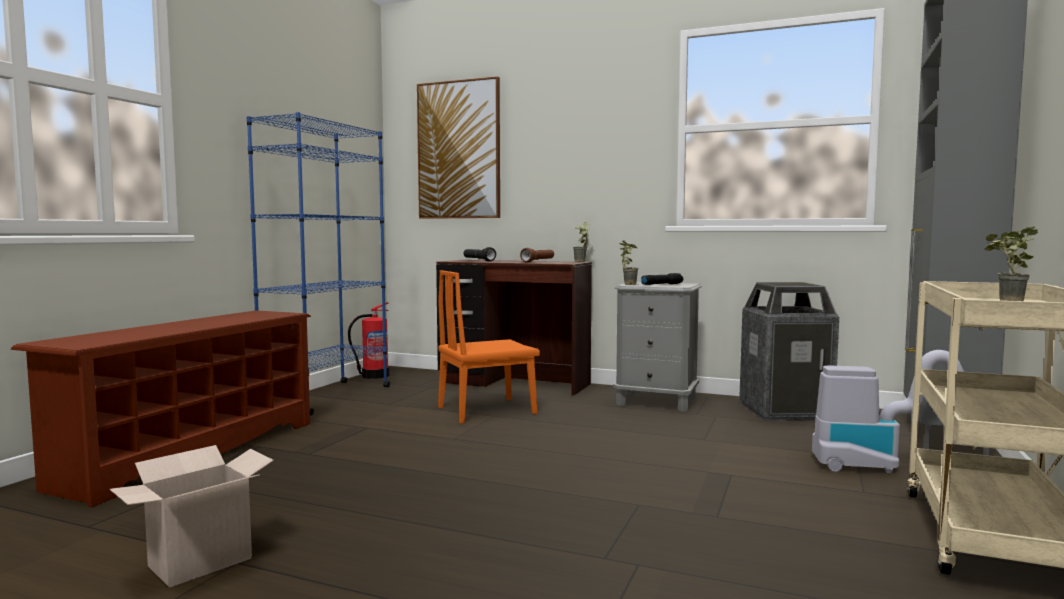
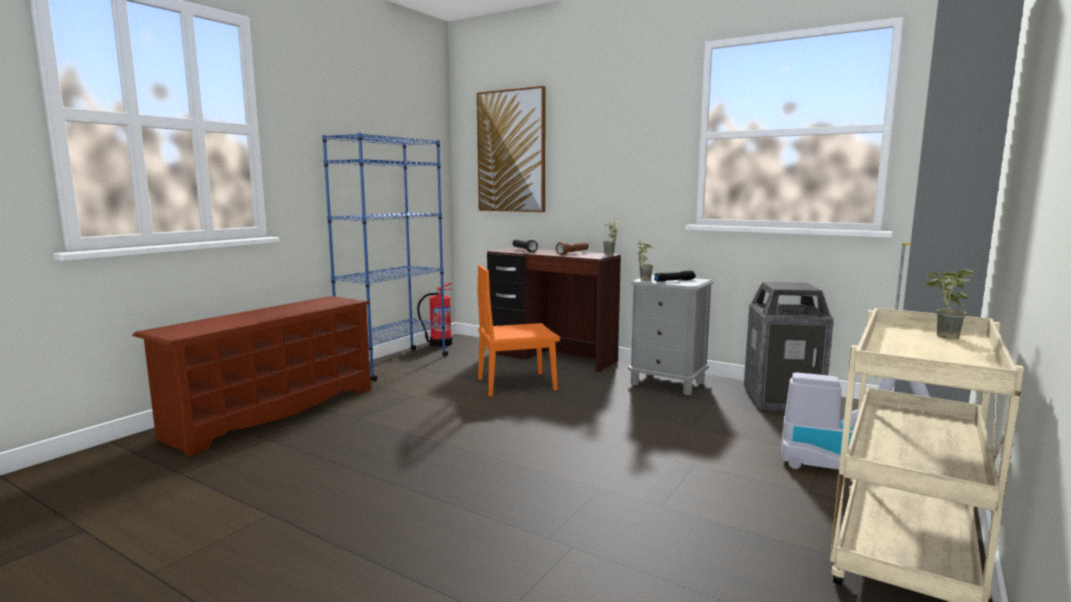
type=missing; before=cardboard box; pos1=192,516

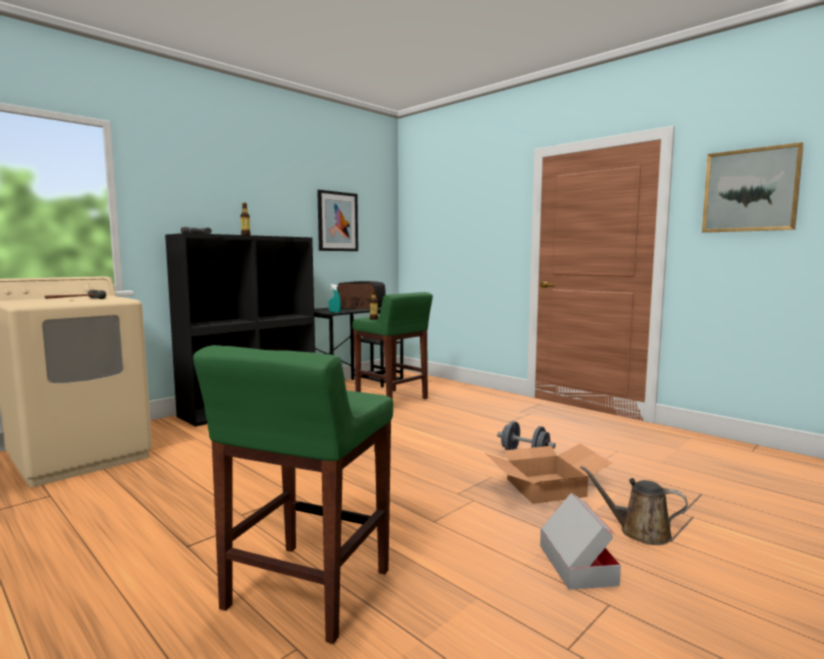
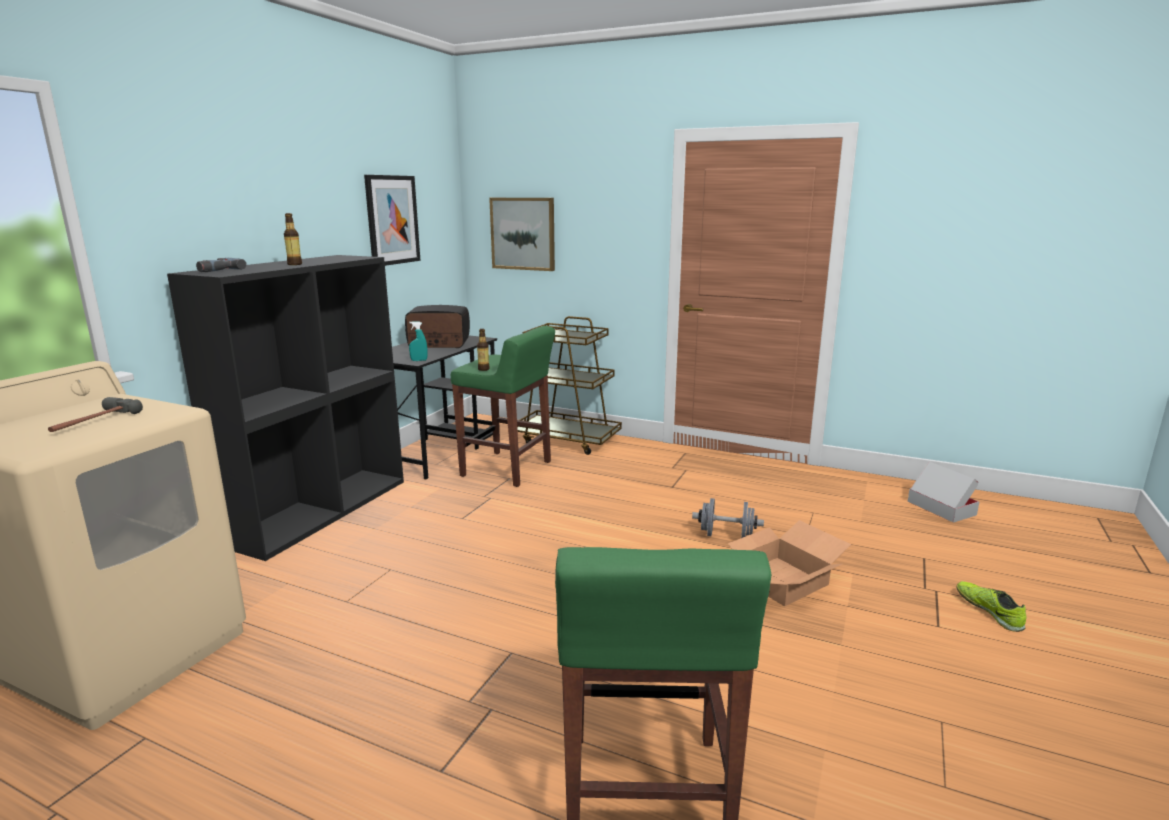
type=relocated; before=picture; pos1=753,187; pos2=522,234
type=appeared; after=cart in brown; pos2=569,385
type=relocated; before=cardboard box; pos1=580,541; pos2=943,492
type=appeared; after=shoe; pos2=991,606
type=missing; before=watering can in brown; pos1=634,505

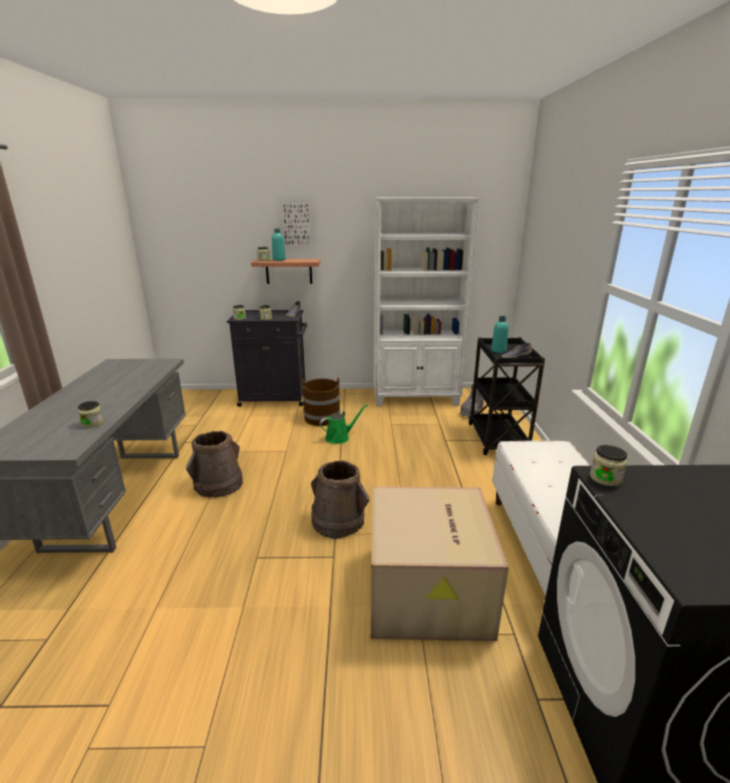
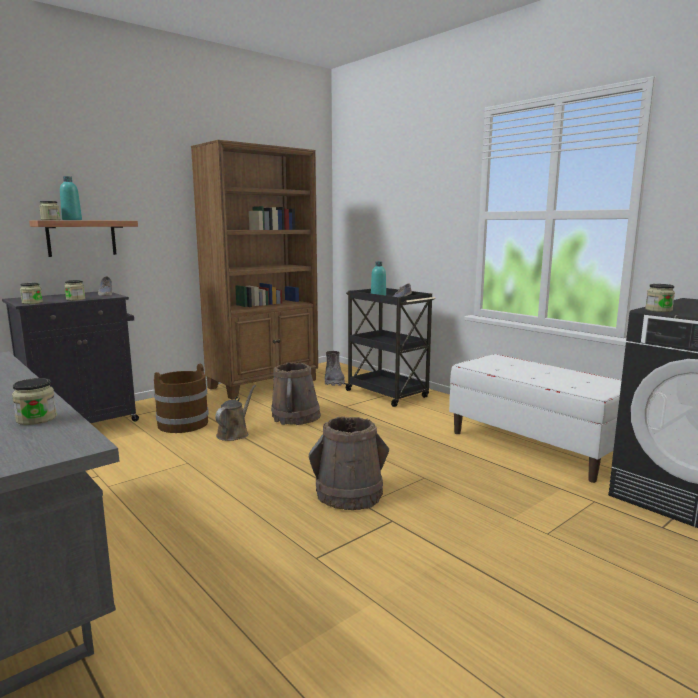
type=colour; before=bookcase in white; after=bookcase in brown; pos1=427,301; pos2=254,270
type=colour; before=watering can in green; after=watering can in brown; pos1=343,424; pos2=235,413
type=relocated; before=bucket in brown; pos1=214,464; pos2=296,393
type=missing; before=picture; pos1=296,224
type=missing; before=cardboard box; pos1=440,563

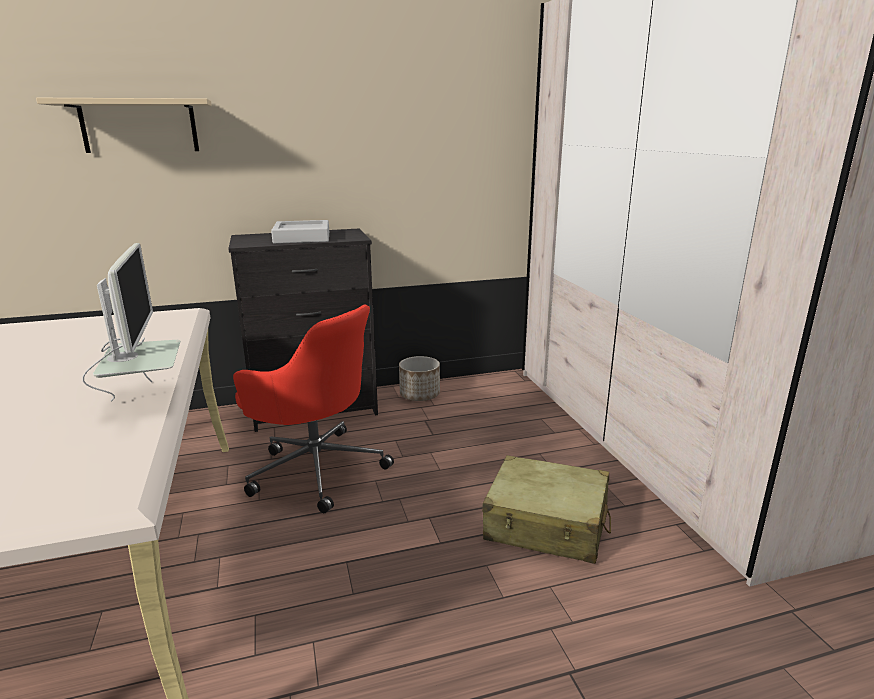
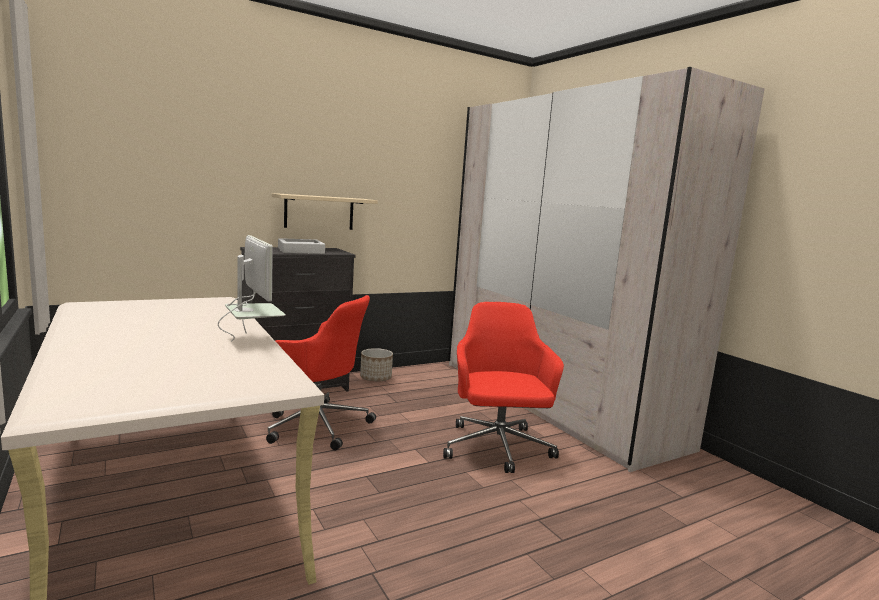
type=relocated; before=shelf in beige; pos1=124,125; pos2=324,211
type=exchanged; before=suitcase in beige; after=office chair in red; pos1=546,509; pos2=503,387

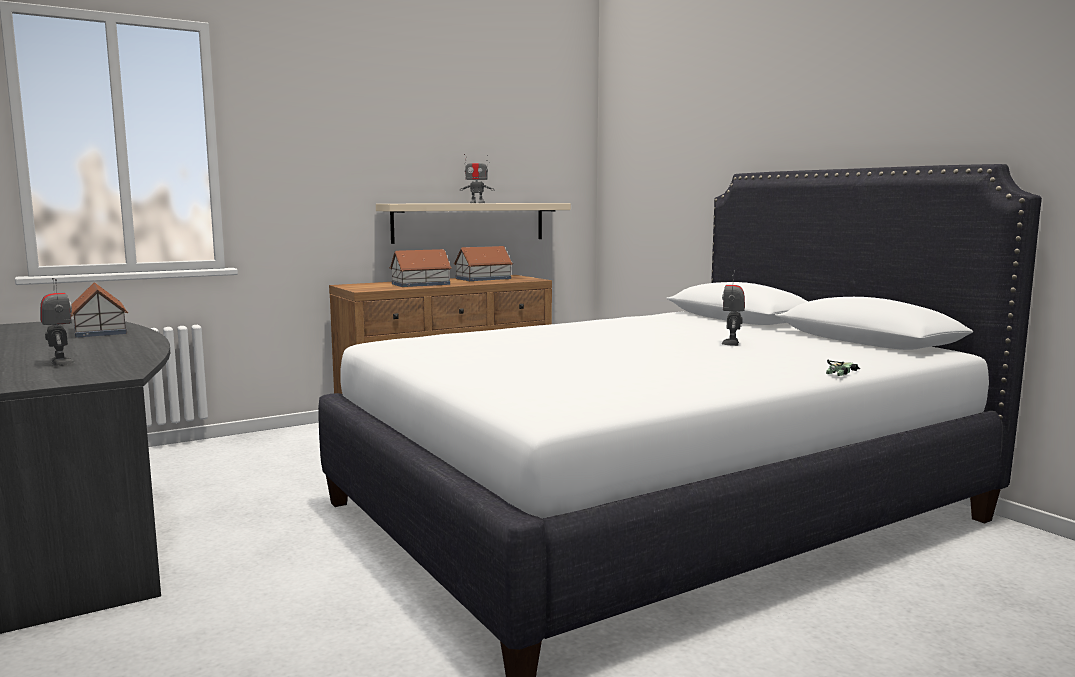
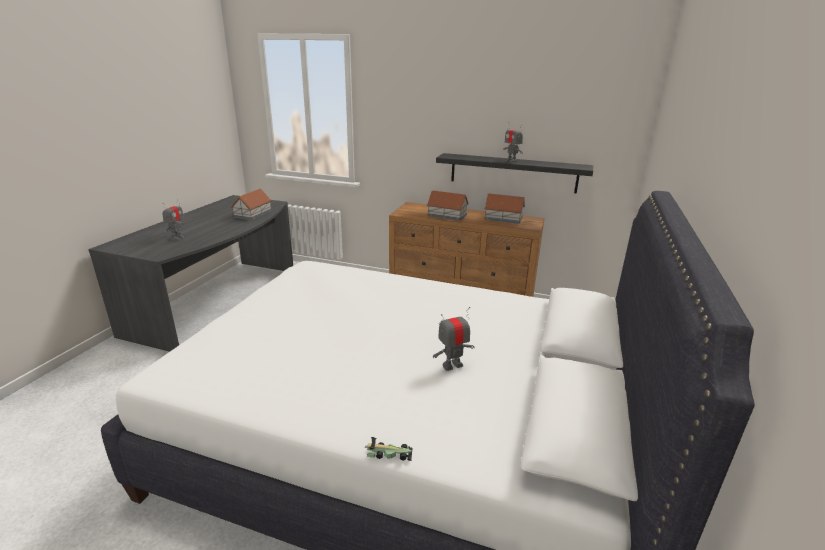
type=colour; before=shelf in beige; after=shelf in black; pos1=473,223; pos2=514,173

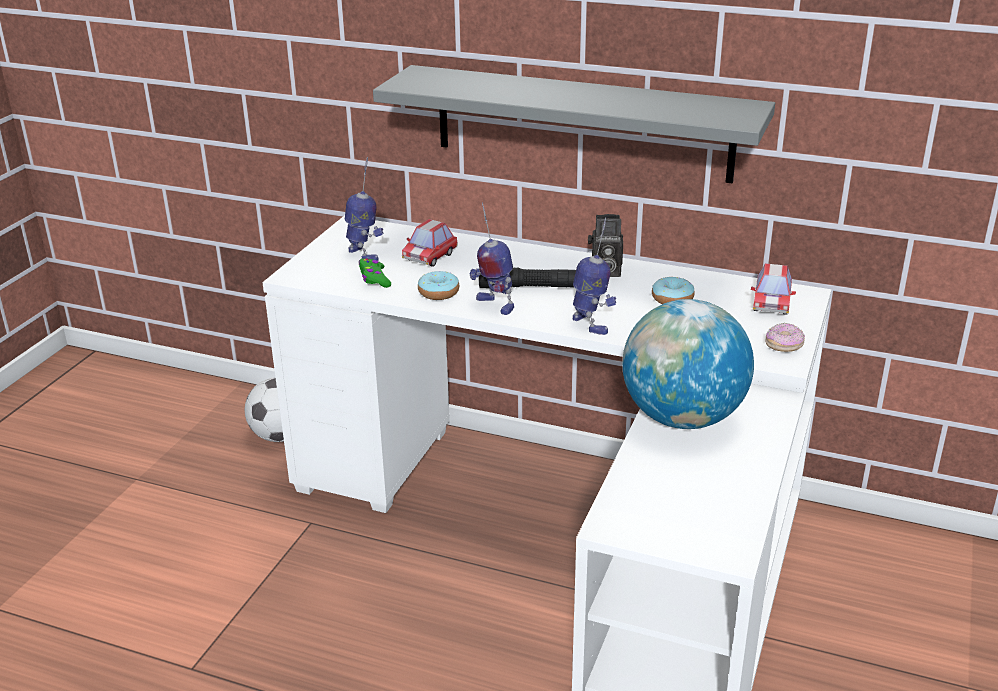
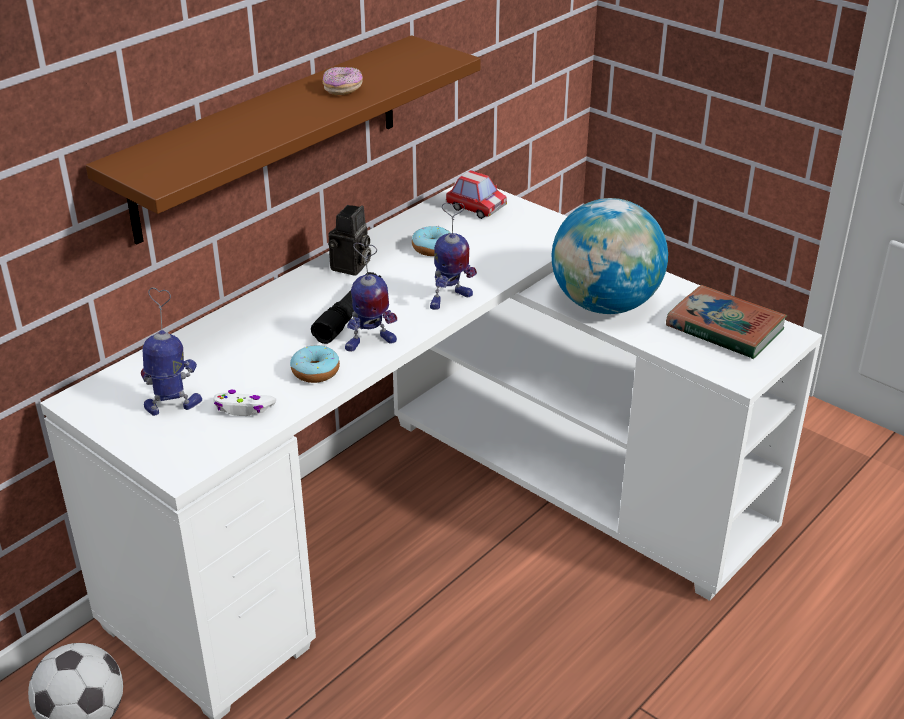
type=colour; before=shelf in grey; after=shelf in brown; pos1=574,124; pos2=283,140
type=colour; before=game controller in green; after=game controller in white; pos1=375,273; pos2=245,402
type=relocated; before=donut; pos1=785,337; pos2=343,81
type=spun; before=toy robot; pos1=594,276; pos2=453,256; turn=150
type=appeared; after=book; pos2=726,322
type=missing; before=toy car; pos1=430,243

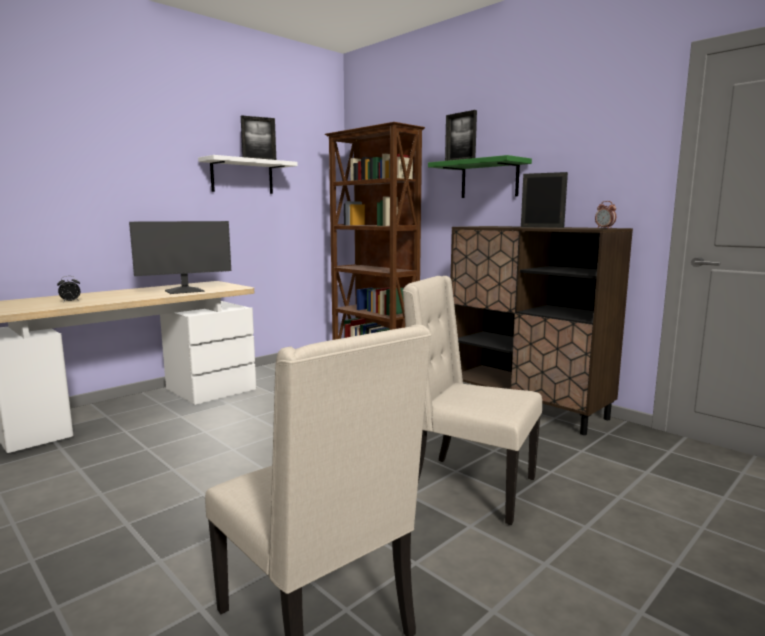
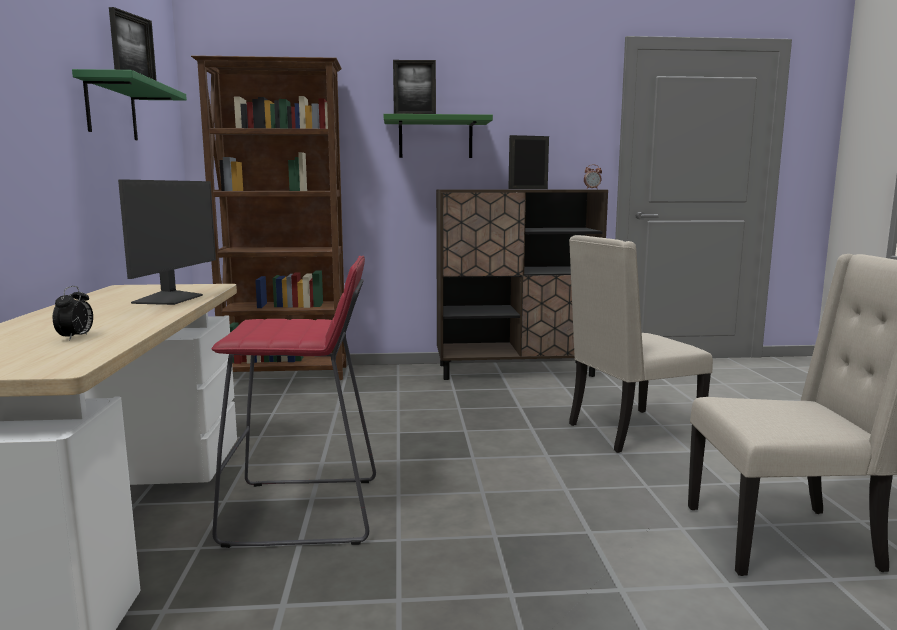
type=colour; before=shelf in white; after=shelf in green; pos1=248,174; pos2=129,104
type=appeared; after=stool in red; pos2=293,402

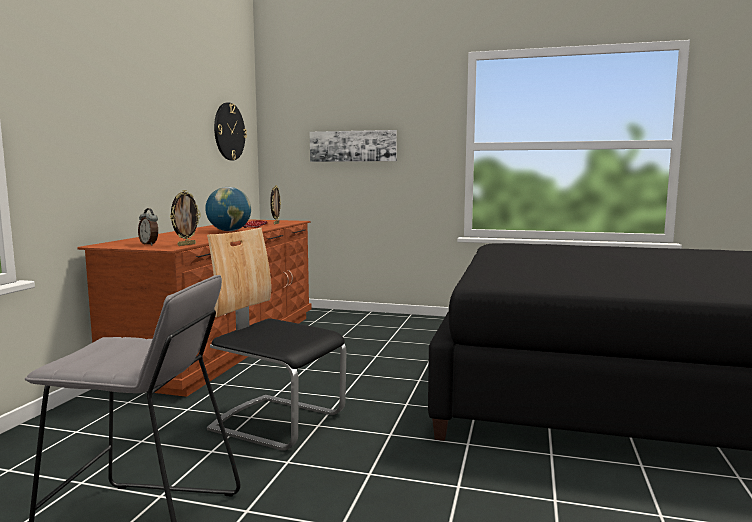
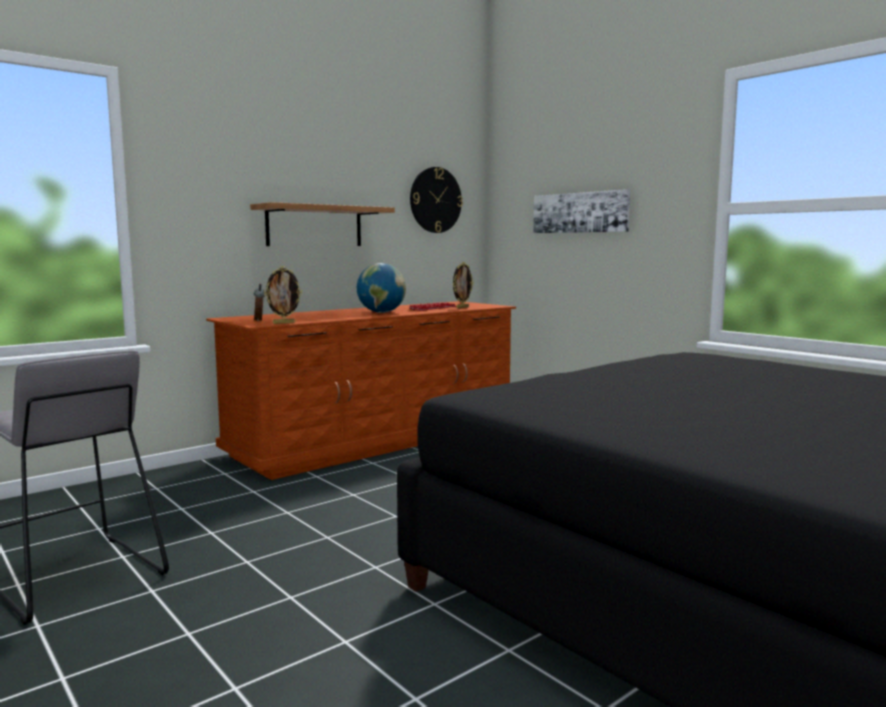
type=appeared; after=shelf; pos2=322,224
type=missing; before=chair; pos1=276,339

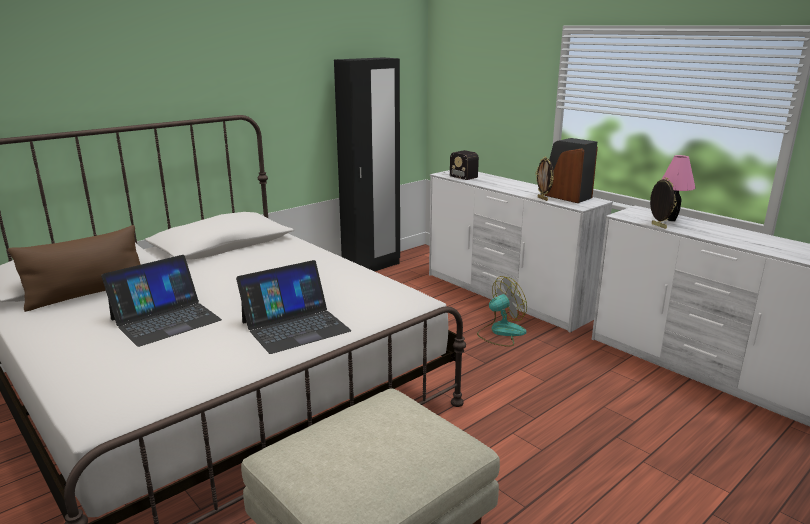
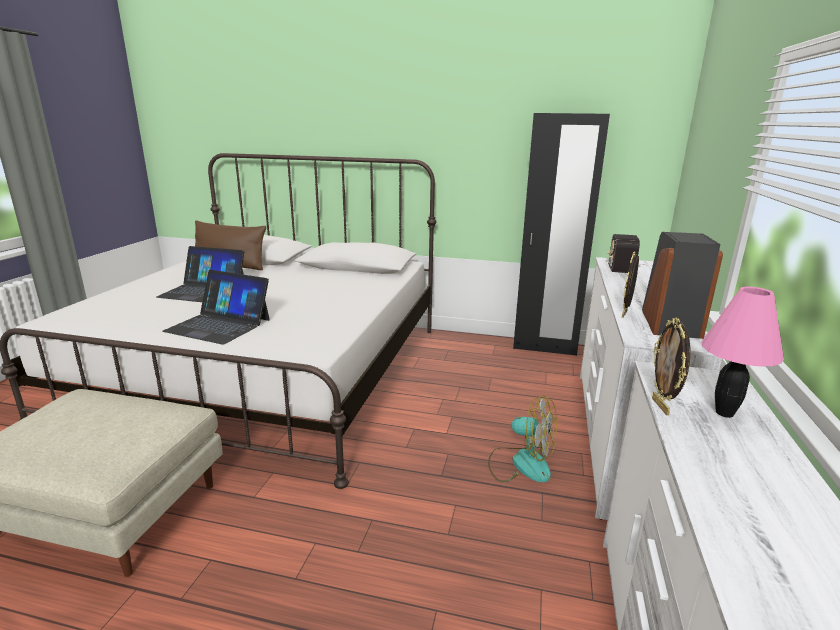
type=spun; before=picture frame; pos1=663,203; pos2=671,366; turn=150

